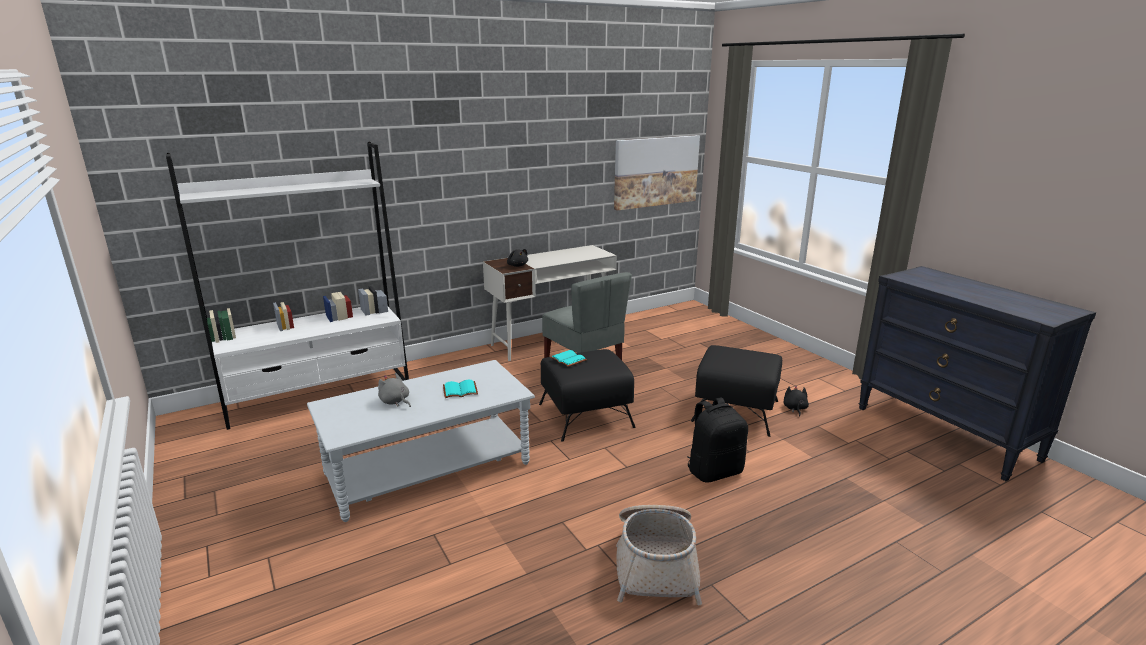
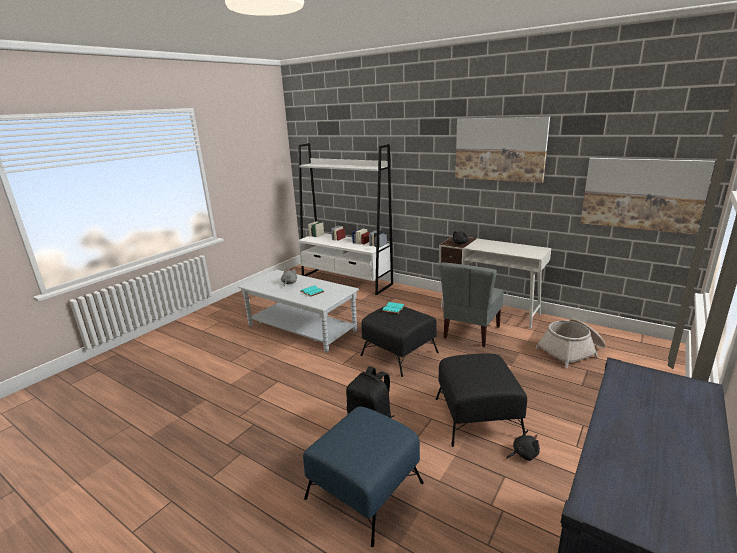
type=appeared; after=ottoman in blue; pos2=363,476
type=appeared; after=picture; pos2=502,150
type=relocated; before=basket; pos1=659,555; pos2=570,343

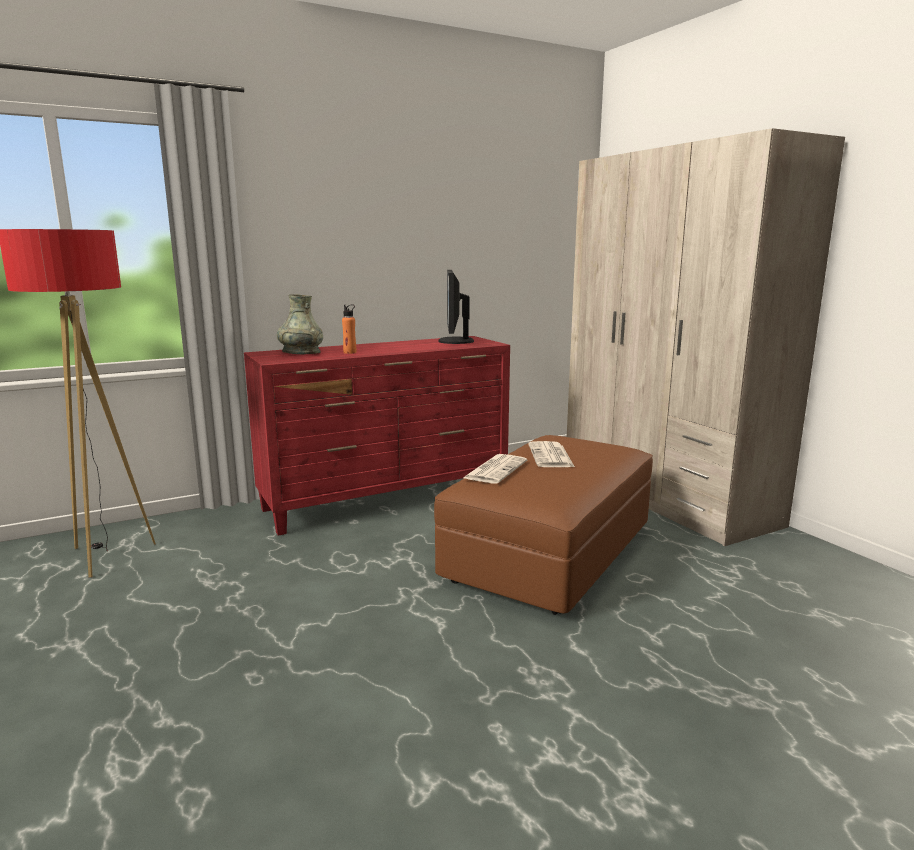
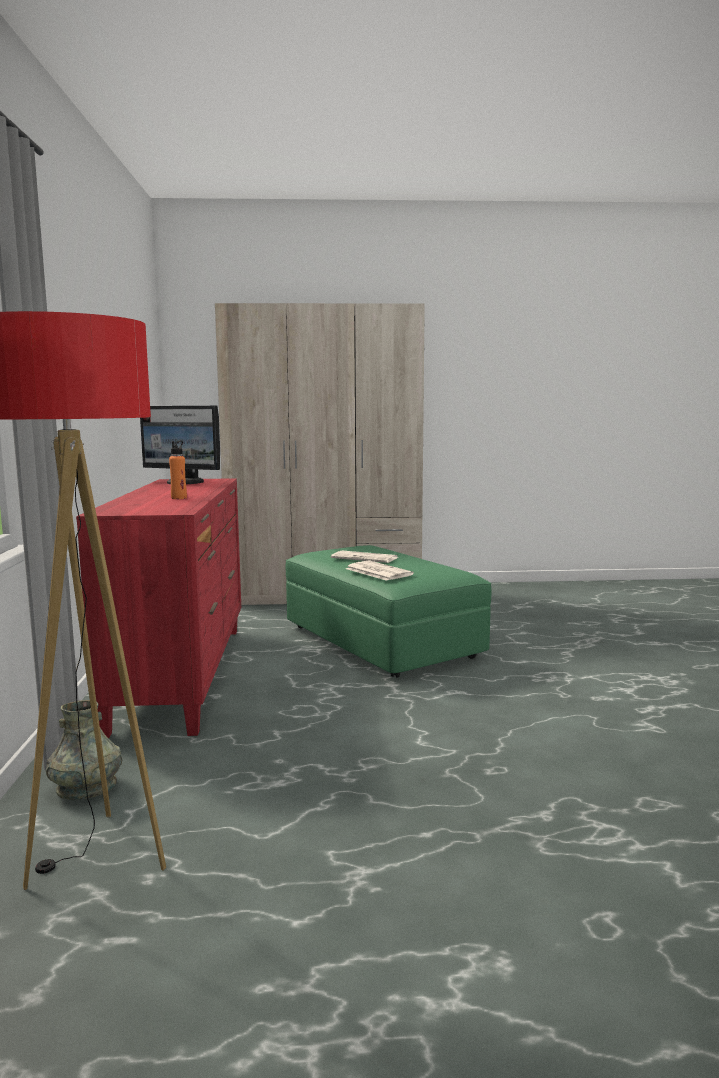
type=relocated; before=vase in grey; pos1=300,324; pos2=84,750
type=colour; before=ottoman in brown; after=ottoman in green; pos1=543,525; pos2=388,611

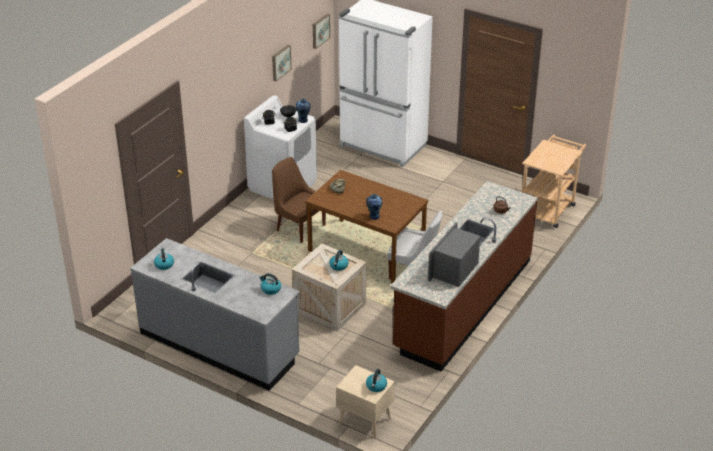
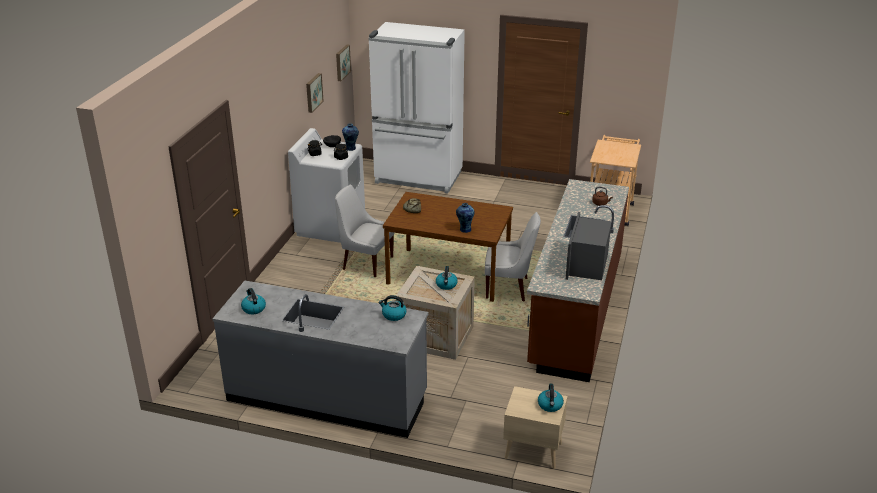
type=colour; before=chair in brown; after=chair in white; pos1=299,200; pos2=364,231

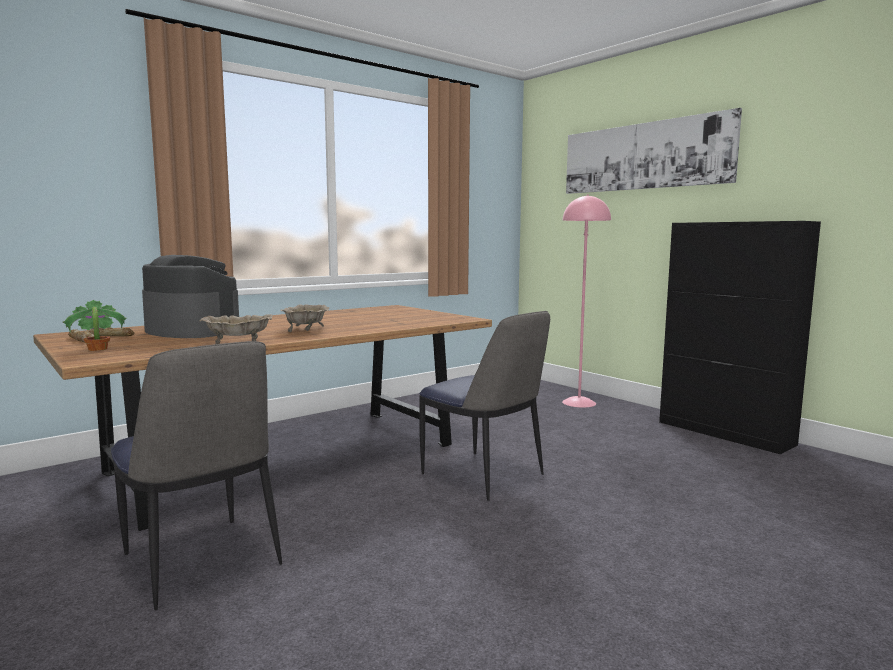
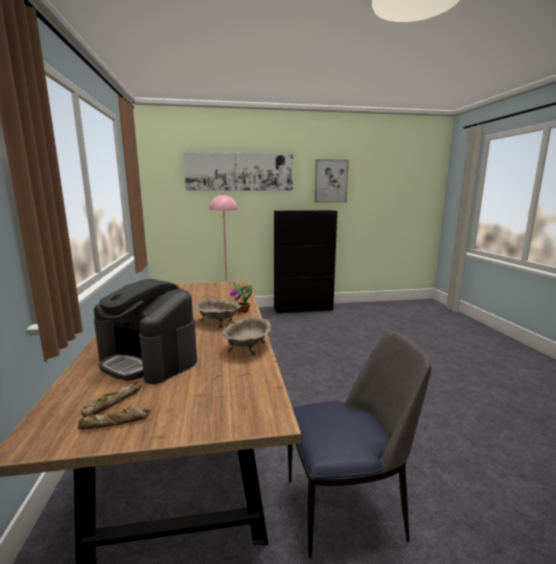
type=spun; before=coffee machine; pos1=190,296; pos2=145,331; turn=-120
type=relocated; before=potted plant; pos1=95,325; pos2=241,298
type=appeared; after=picture; pos2=332,181
type=missing; before=chair; pos1=484,406

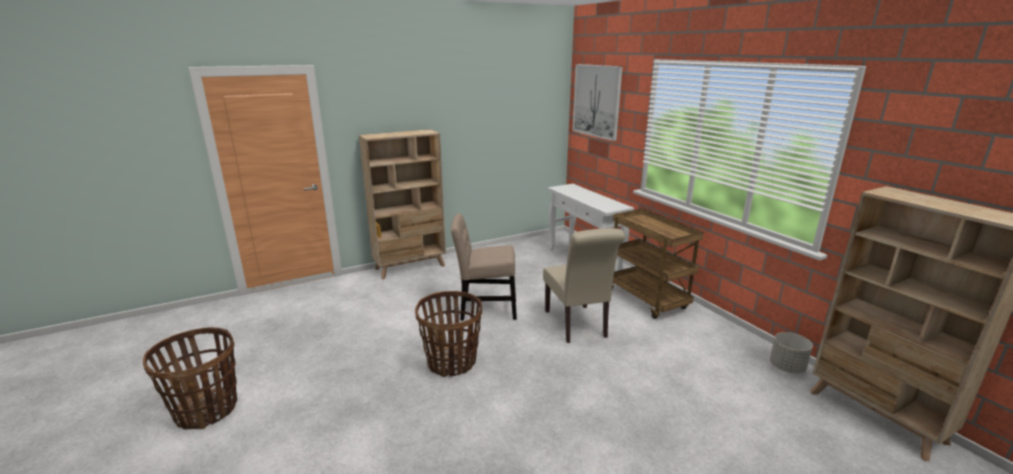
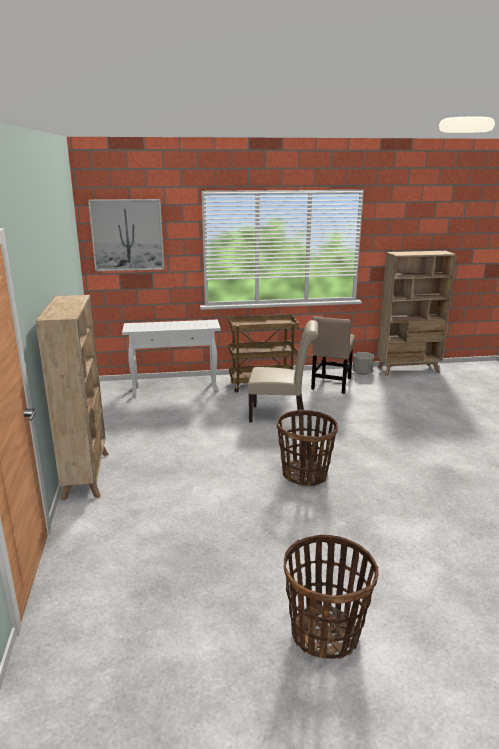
type=relocated; before=chair in beige; pos1=484,267; pos2=333,355

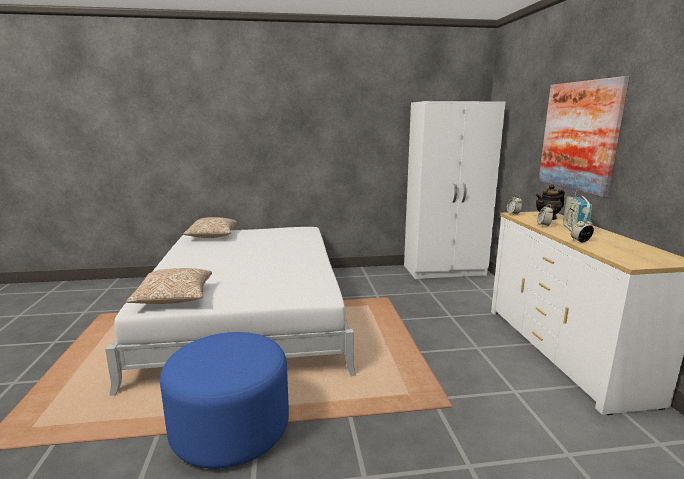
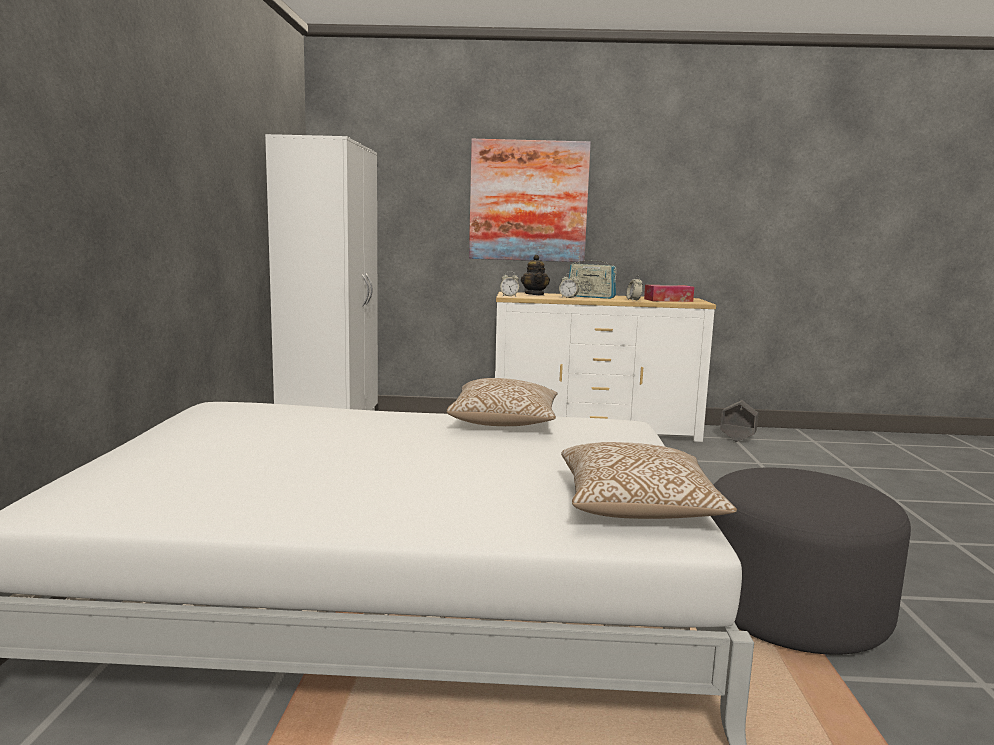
type=relocated; before=pillow; pos1=210,227; pos2=502,402
type=appeared; after=tissue box; pos2=669,293
type=colour; before=ottoman in blue; after=ottoman in grey; pos1=224,400; pos2=811,561
type=appeared; after=planter in grey; pos2=739,421

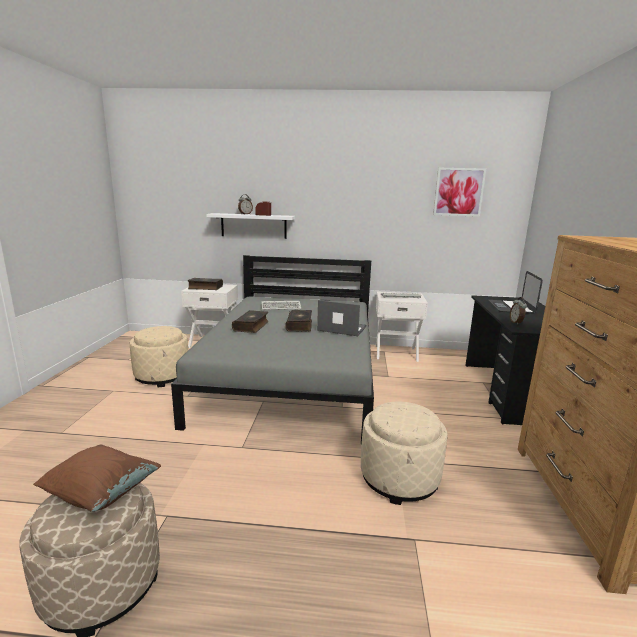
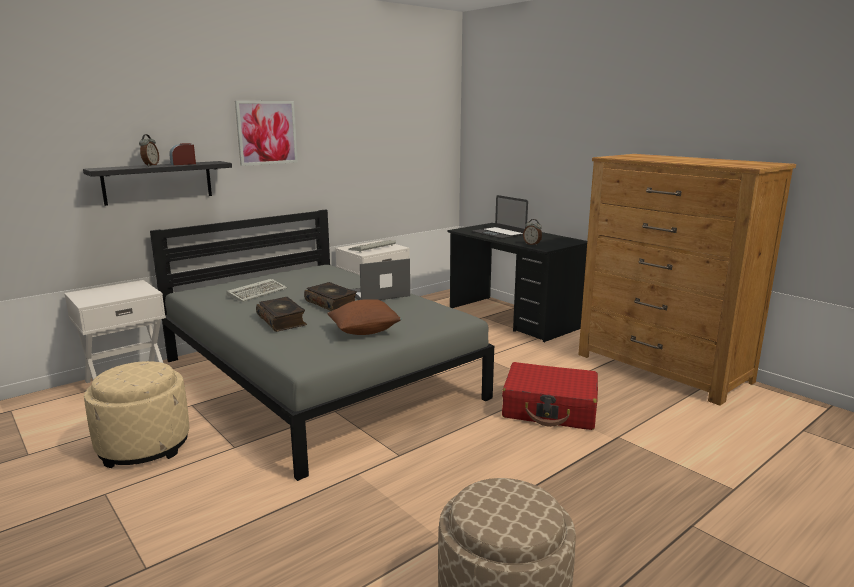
type=colour; before=shelf in white; after=shelf in black; pos1=250,226; pos2=157,183
type=relocated; before=picture; pos1=459,192; pos2=266,133
type=relocated; before=pillow in brown; pos1=97,478; pos2=364,317
type=exchanged; before=ottoman in beige; after=suitcase in red; pos1=404,453; pos2=550,396
type=missing; before=book; pos1=205,284

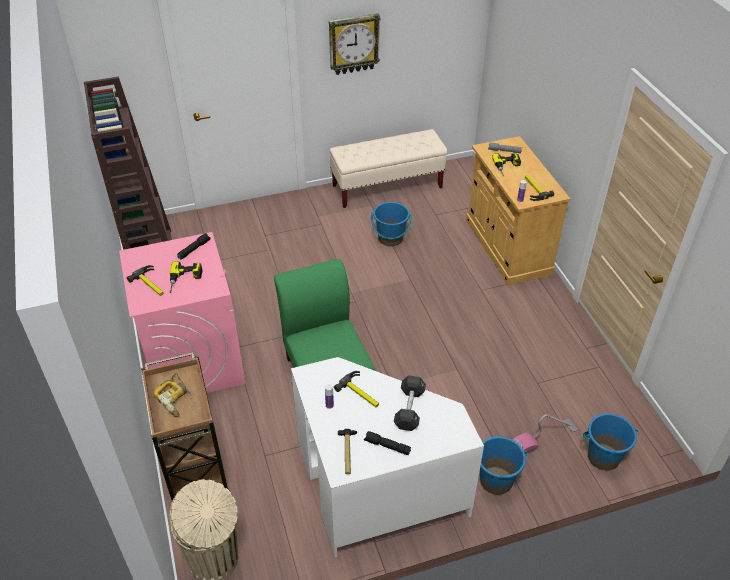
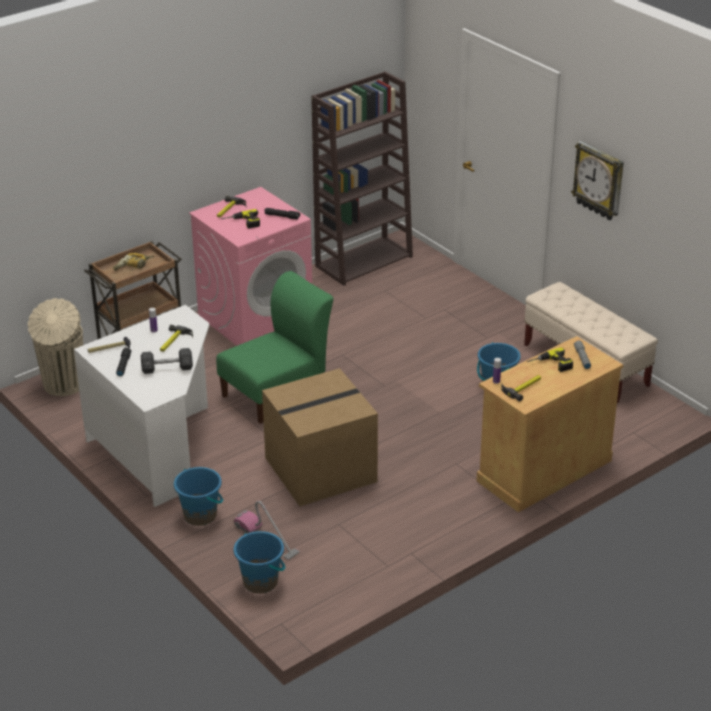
type=appeared; after=cardboard box; pos2=320,437

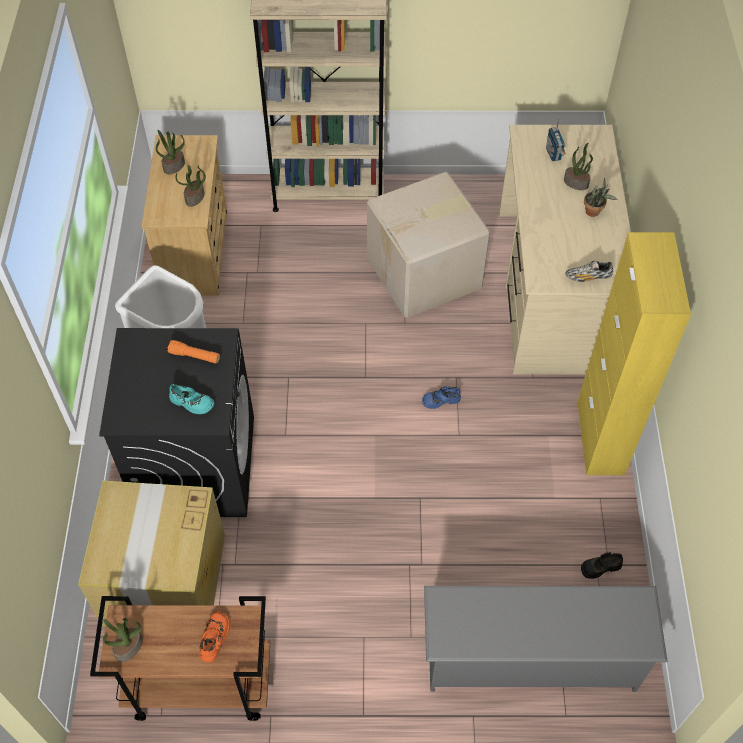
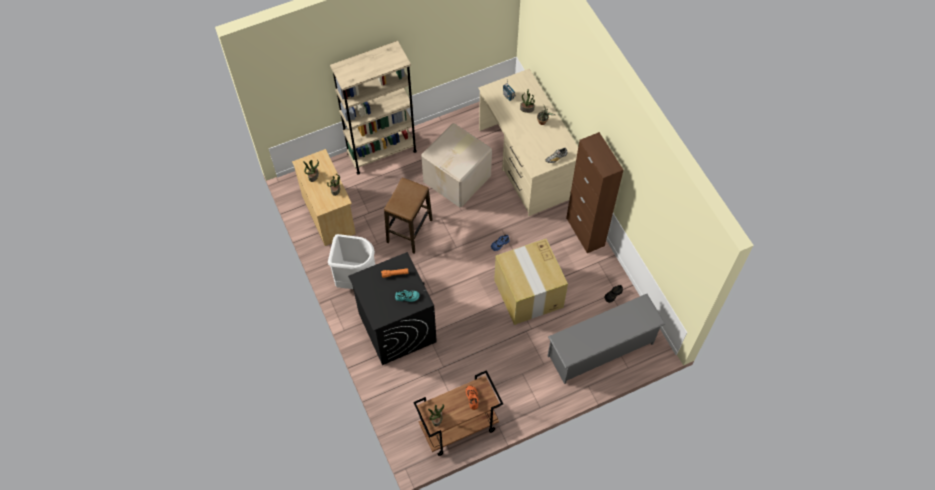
type=appeared; after=stool; pos2=408,216
type=relocated; before=cardboard box; pos1=151,554; pos2=531,282
type=colour; before=cabinet in yellow; after=cabinet in brown; pos1=634,353; pos2=594,192

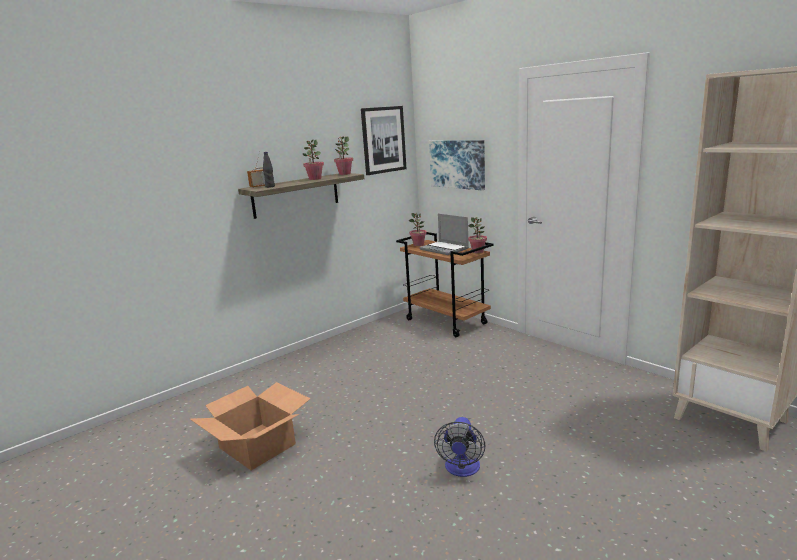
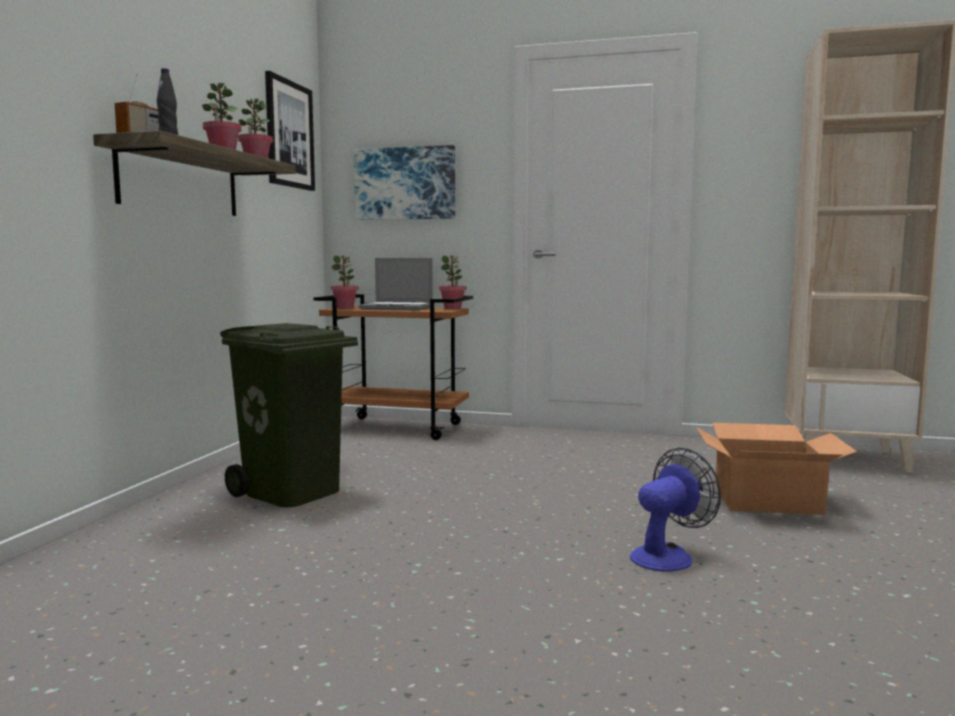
type=appeared; after=trash can in green; pos2=289,415
type=spun; before=fan; pos1=460,447; pos2=675,510; turn=-105
type=relocated; before=cardboard box; pos1=250,426; pos2=776,469

